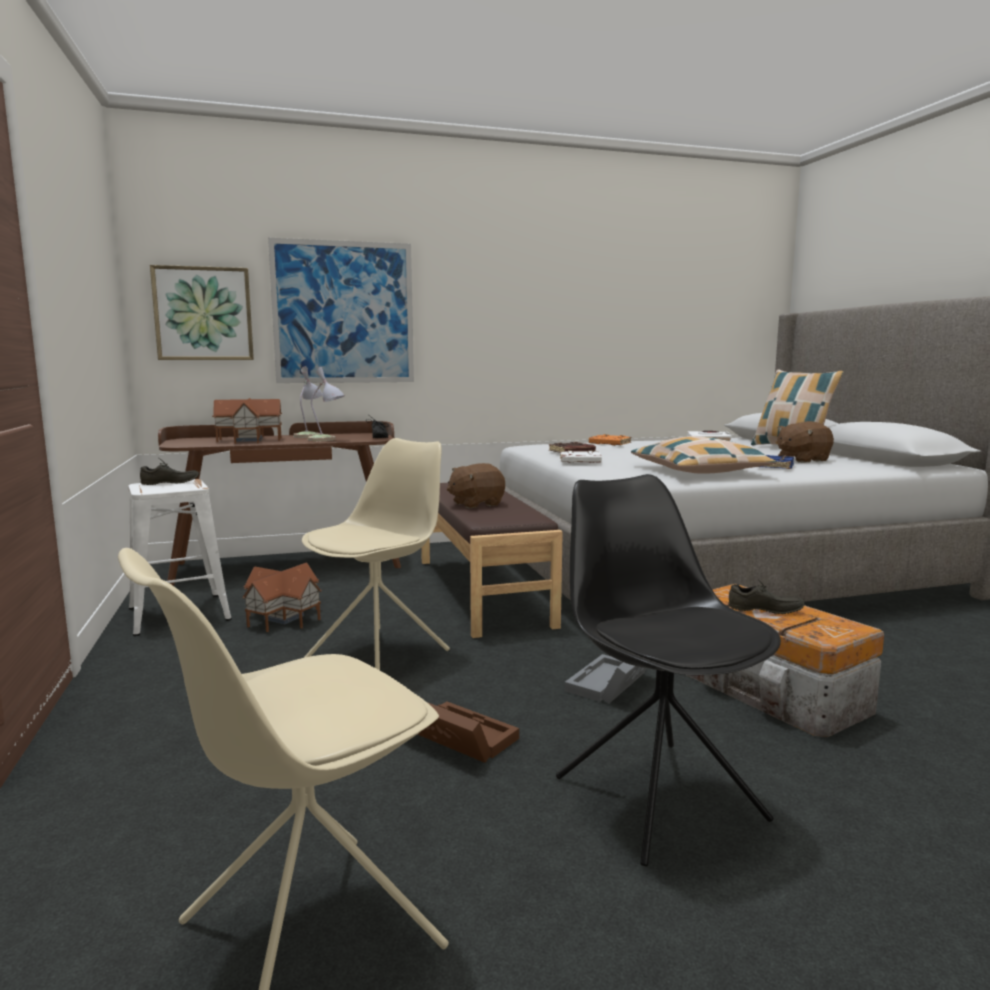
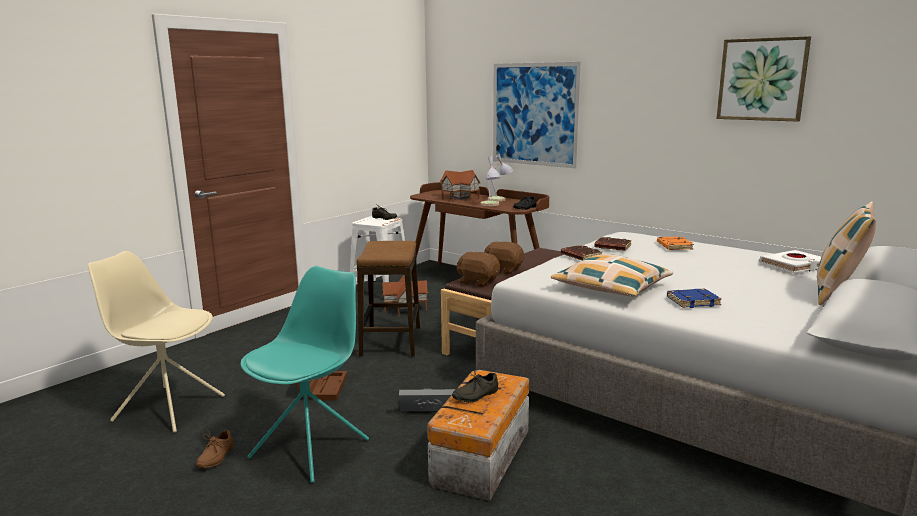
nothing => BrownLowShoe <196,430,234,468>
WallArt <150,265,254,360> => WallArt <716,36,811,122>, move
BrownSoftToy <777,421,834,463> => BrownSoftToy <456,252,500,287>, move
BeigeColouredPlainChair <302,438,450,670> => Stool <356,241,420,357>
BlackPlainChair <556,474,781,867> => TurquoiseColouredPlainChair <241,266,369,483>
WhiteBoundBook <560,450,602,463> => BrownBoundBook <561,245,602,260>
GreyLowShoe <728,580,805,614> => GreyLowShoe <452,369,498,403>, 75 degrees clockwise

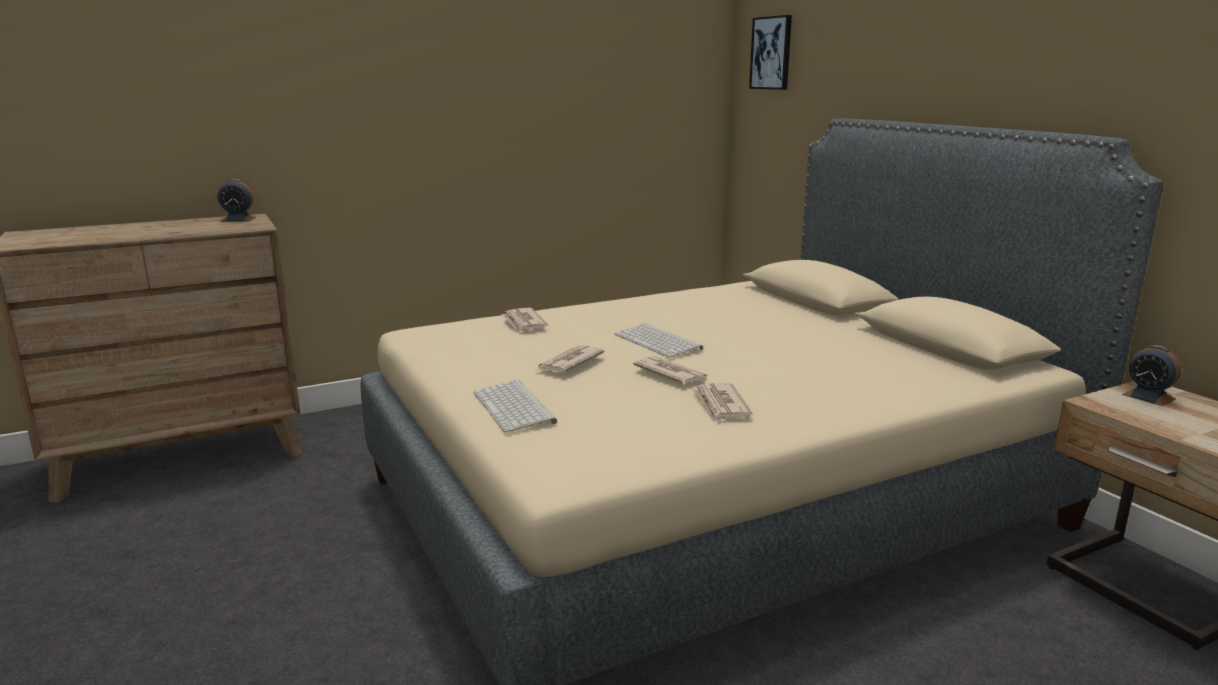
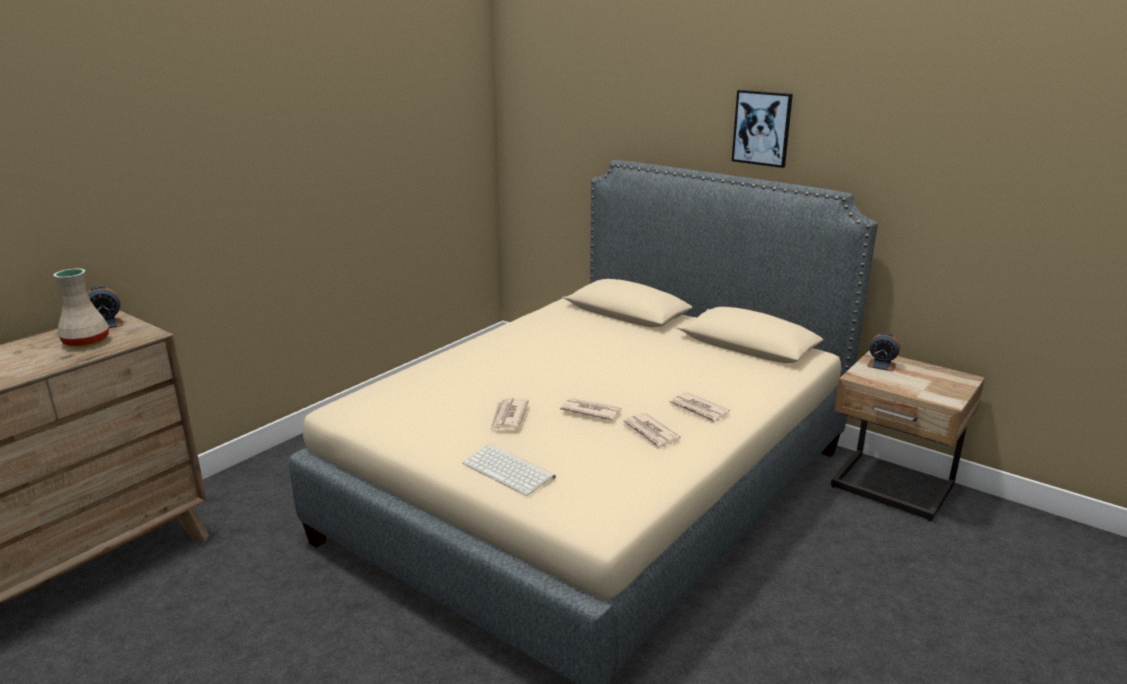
PcKeyboard <615,323,703,358> => nothing
nothing => BeigeColouredVase <54,268,109,348>
DailyPaper <501,308,548,333> => DailyPaper <669,392,730,425>, move
WallArt <749,15,792,90> => WallArt <732,90,793,168>, move

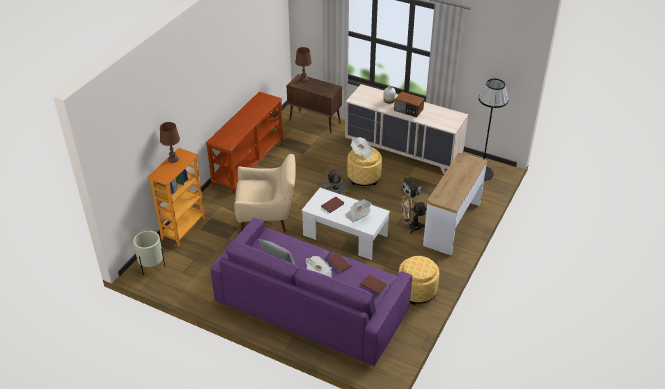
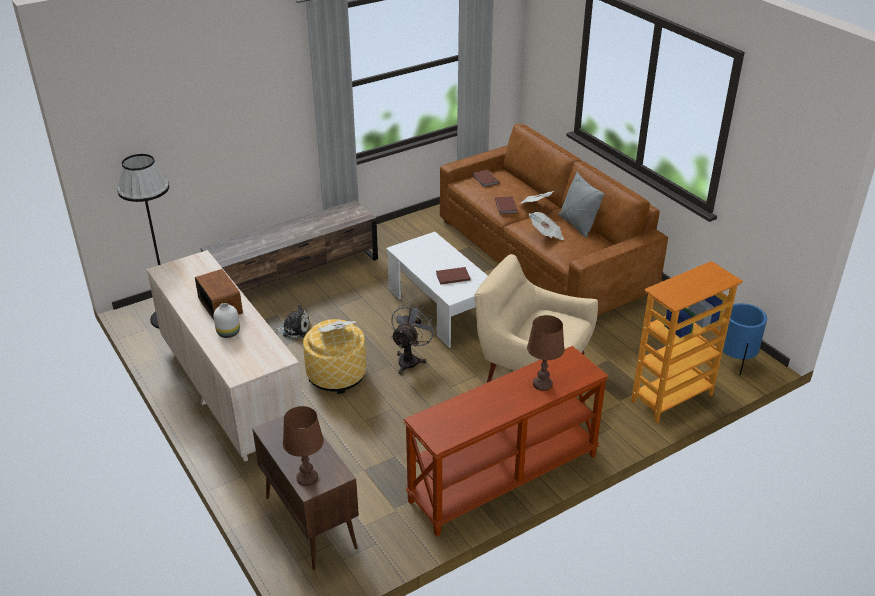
Ottoman <399,256,439,305> => nothing
BeigeColouredElectricFan <401,195,427,234> => nothing
BrownTabletopLamp <160,122,180,163> => BrownTabletopLamp <527,315,565,391>, move
DailyPaper <345,199,371,222> => DailyPaper <529,212,564,240>, move
ConsoleTable <423,153,487,255> => BrownMediaConsole <201,200,378,292>
BeigeColouredPlantPot <133,231,165,275> => BlueColouredPlantPot <723,303,767,375>
PurplishSofa <210,218,412,366> => BrownSofa <440,124,668,316>

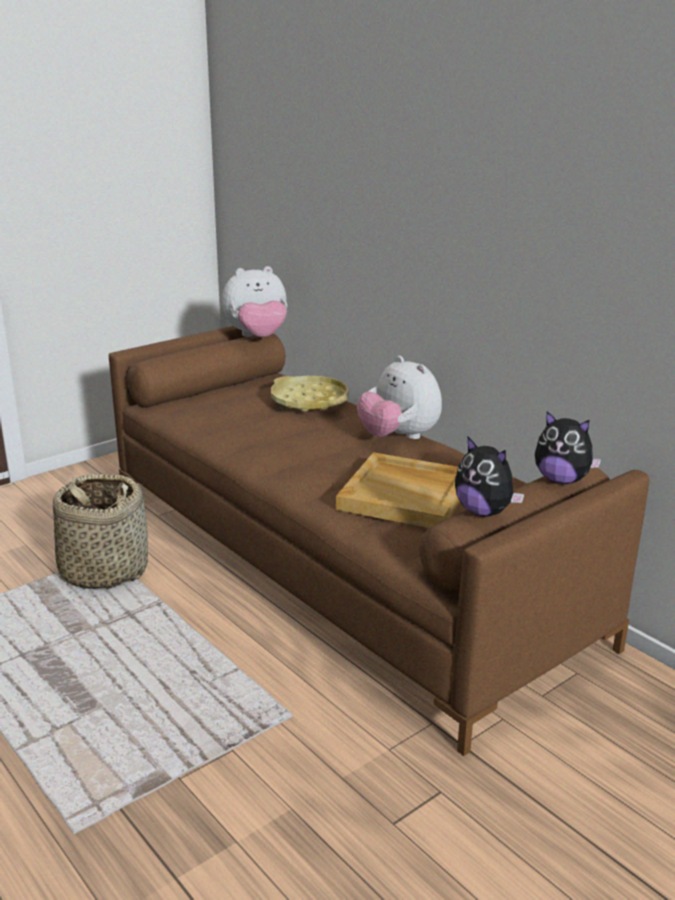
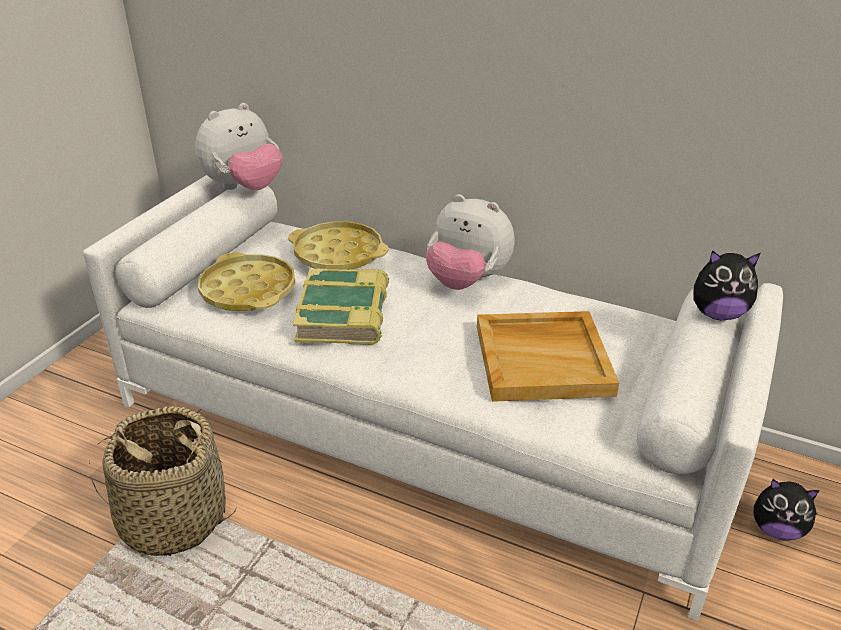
nothing => YellowCarryingTray <198,252,295,311>
nothing => BoundBook <293,268,389,345>
SoftToy <455,437,524,517> => SoftToy <753,479,819,541>, move
BrownSofa <109,326,649,756> => WhiteSofa <83,175,783,621>

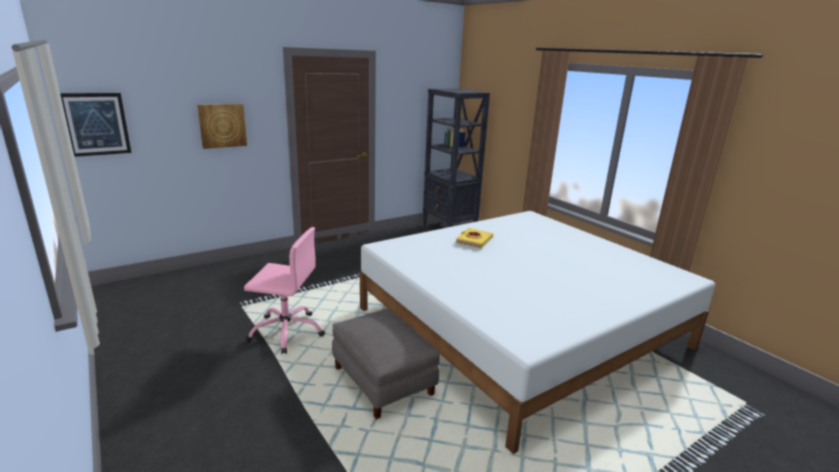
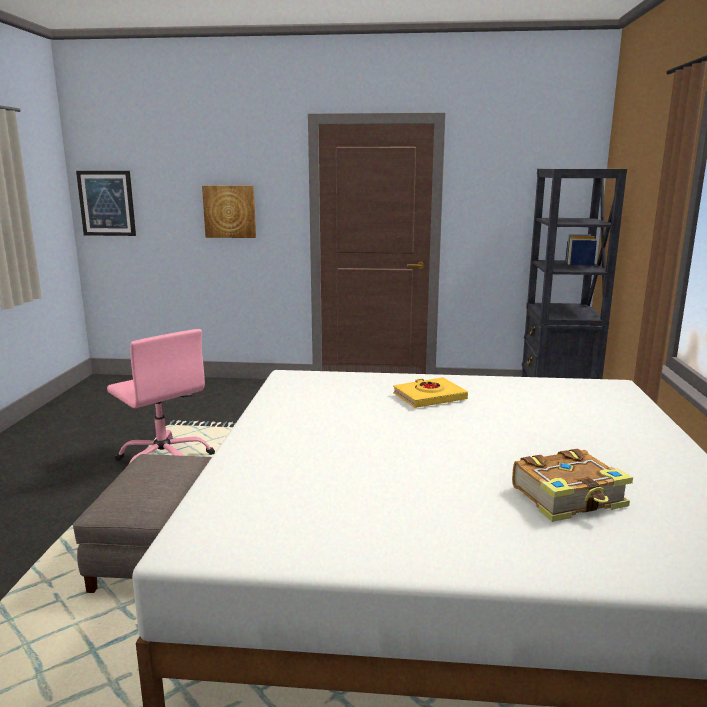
nothing => BoundBook <512,449,633,522>

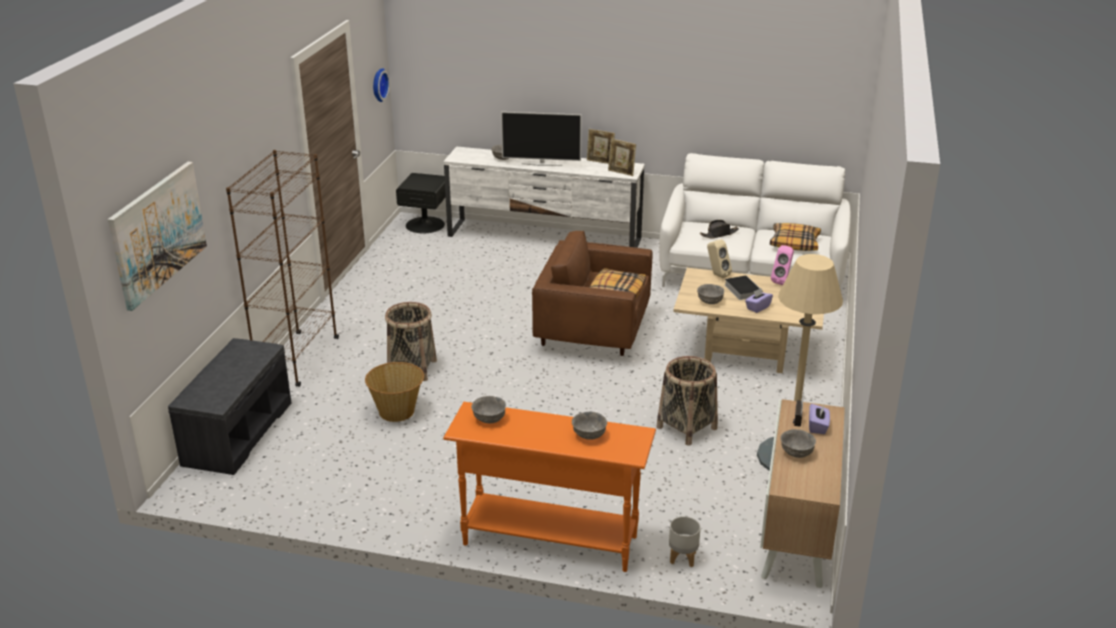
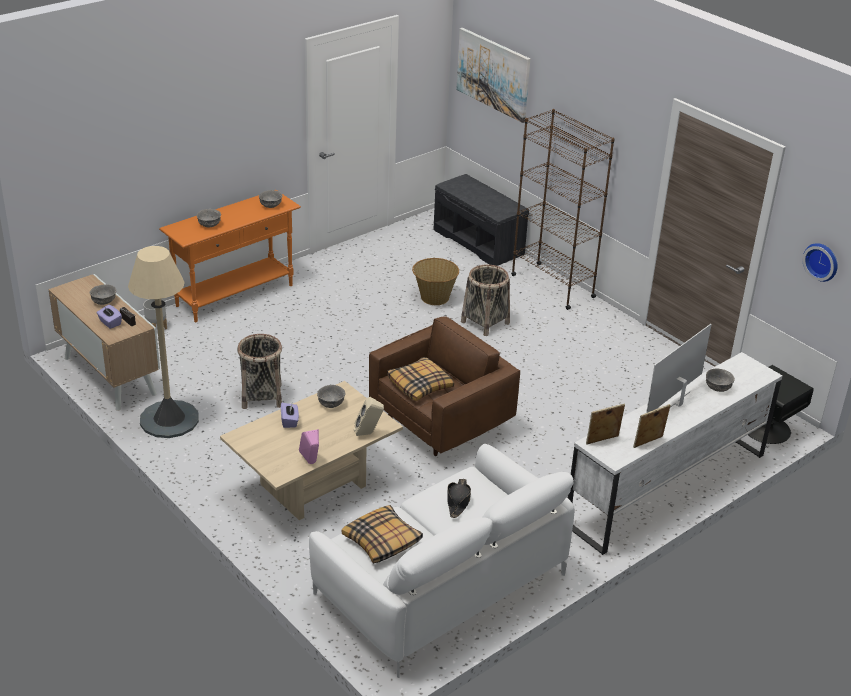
BoundBook <725,275,763,300> => nothing

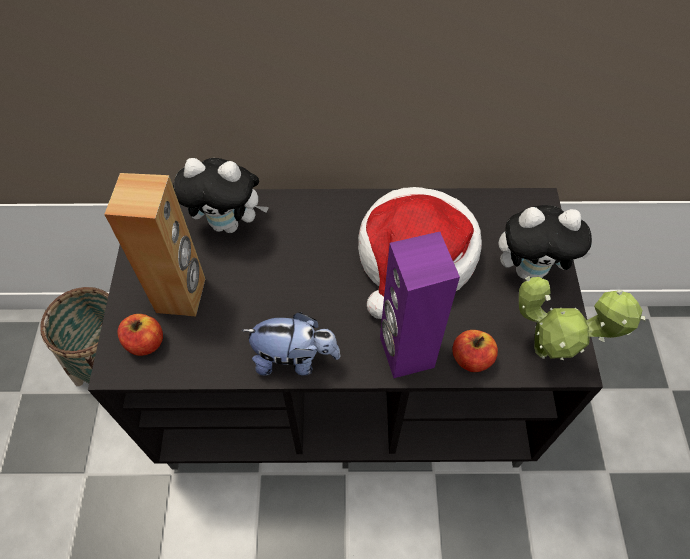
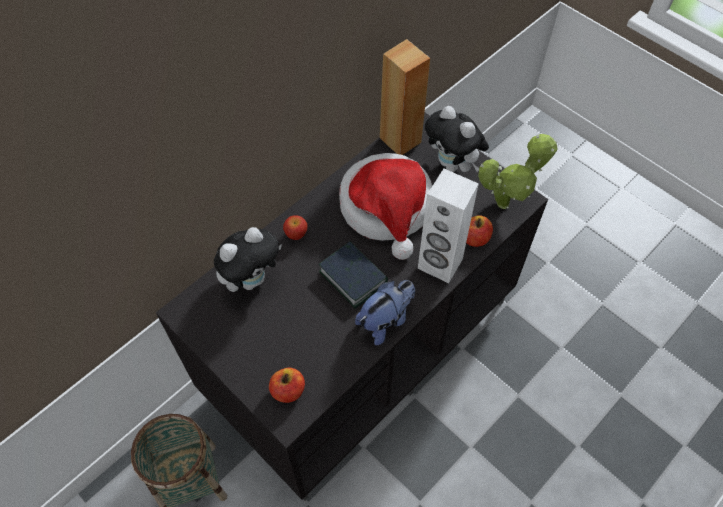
nothing => Apple <283,215,307,240>
nothing => BoundBook <319,241,388,309>
BrownLoudspeaker <104,173,205,317> => BrownLoudspeaker <380,39,430,155>, move
PurplishLoudspeaker <380,232,460,378> => WhiteLoudspeaker <418,169,479,283>
SoftToy <498,205,592,279> => SoftToy <425,106,489,172>, 90 degrees clockwise

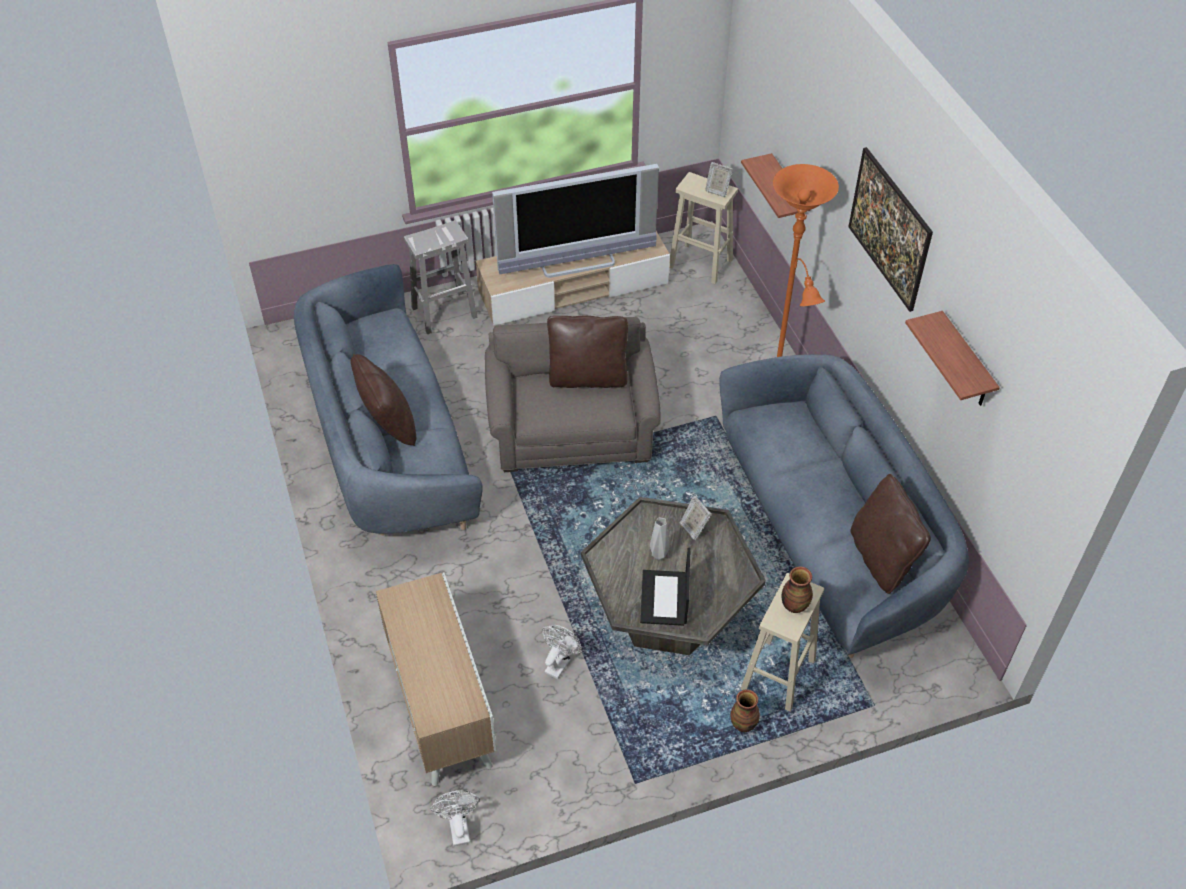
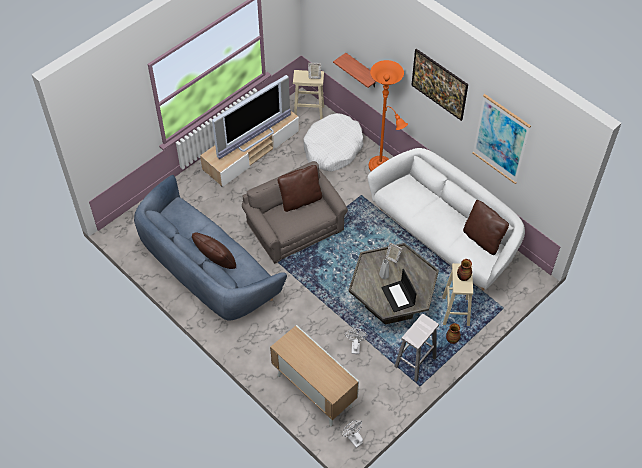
nothing => WhiteDogCushion <303,113,364,171>
WhiteStool <404,220,478,334> => WhiteStool <394,314,439,382>, move
WallShelf <905,311,1000,406> => WallArt <472,94,531,184>
BlueColouredSofa <719,354,969,658> => WhiteSofa <368,148,525,291>

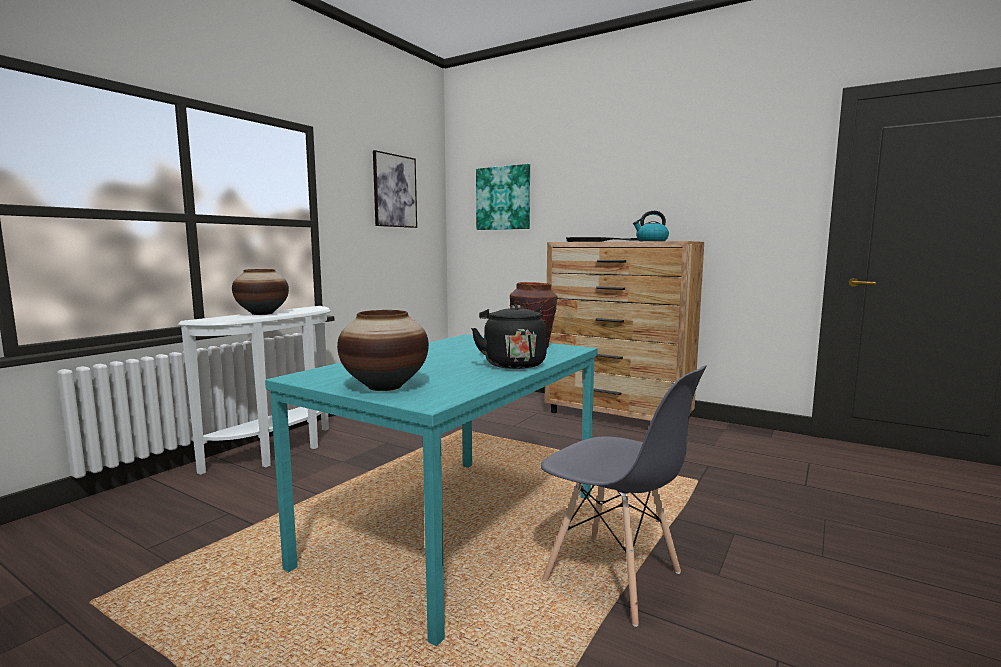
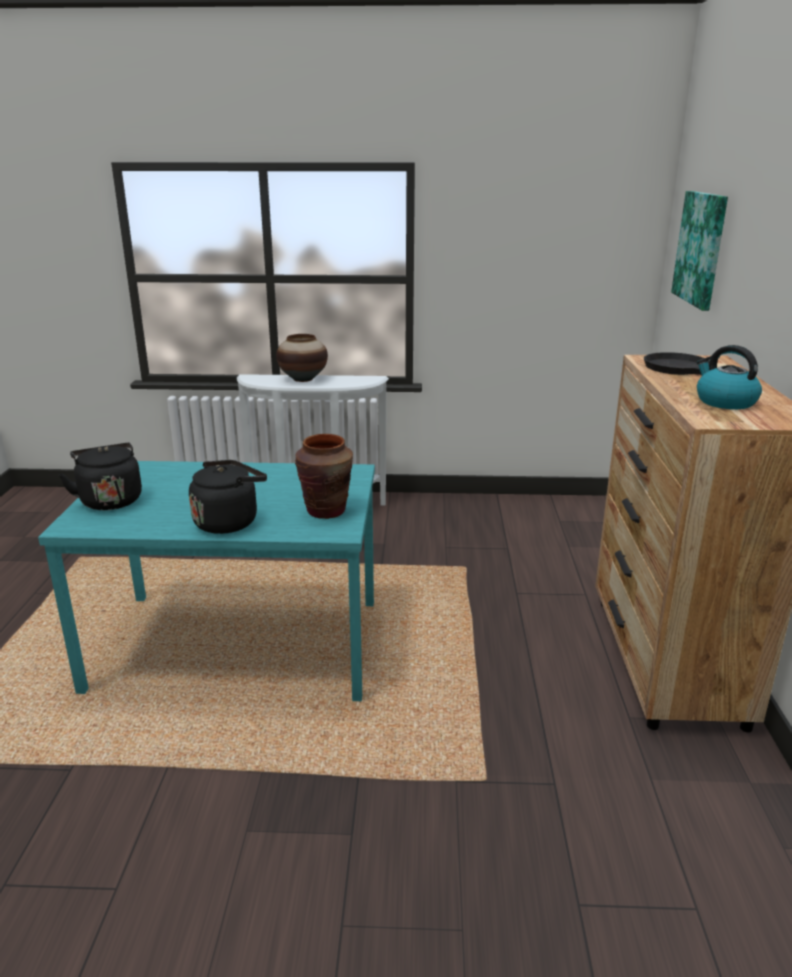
WallArt <373,150,417,228> => nothing
GreyPlainChair <541,365,707,627> => nothing
Vase <337,310,429,391> => BlackTeaKettle <59,443,142,510>

